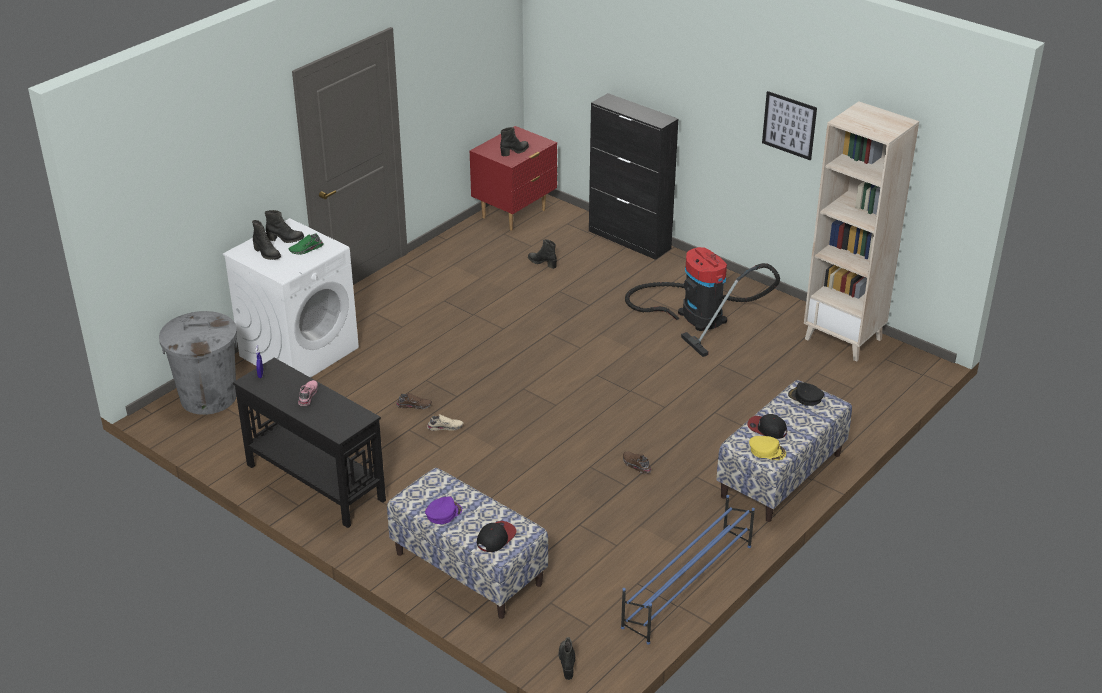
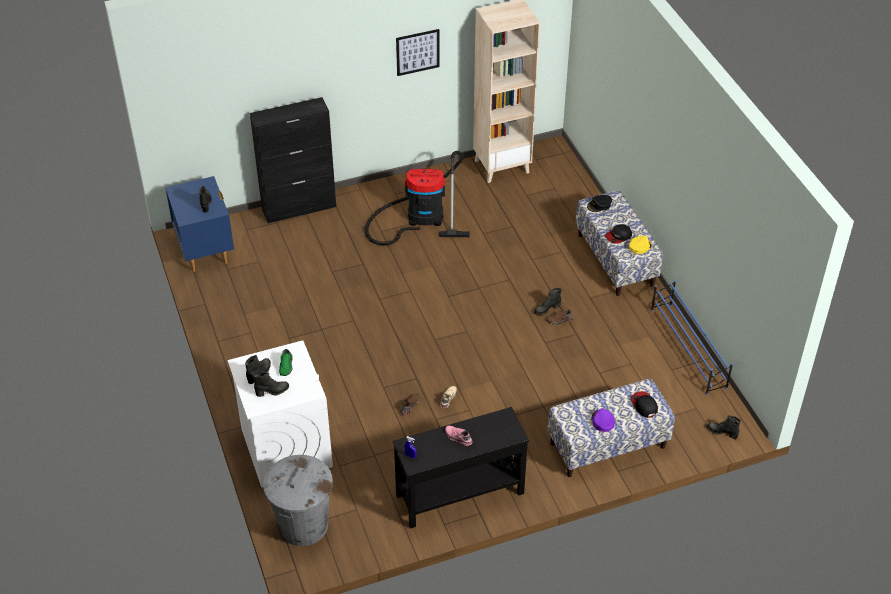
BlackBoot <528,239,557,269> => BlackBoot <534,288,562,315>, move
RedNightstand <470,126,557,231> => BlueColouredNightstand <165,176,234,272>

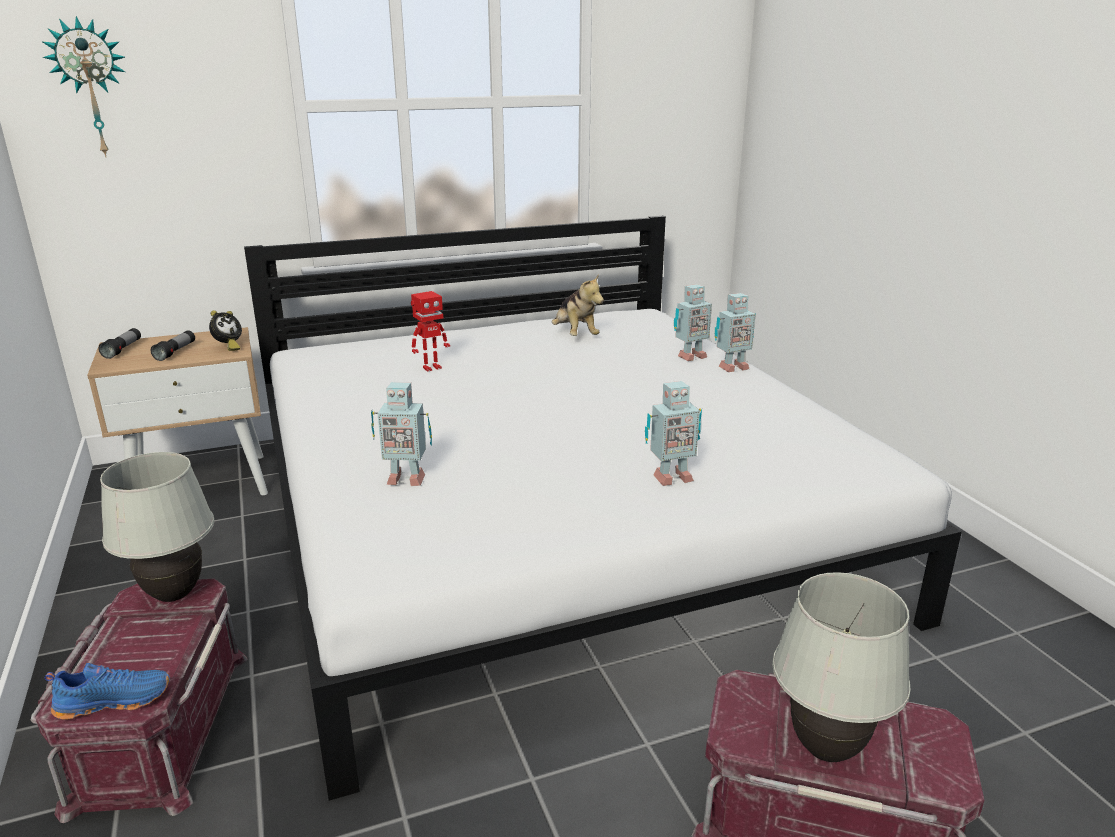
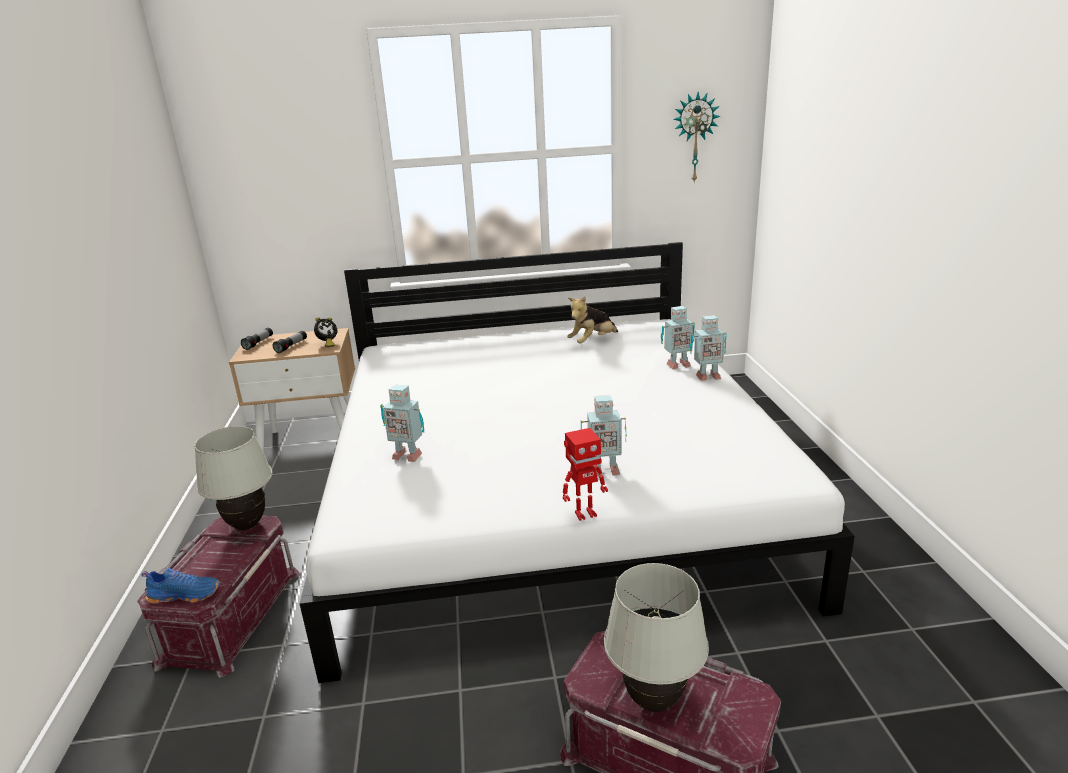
WallClock <42,16,125,158> => WallClock <673,92,720,184>, move
ToyRobot <411,291,450,372> => ToyRobot <563,428,608,521>, move
SoftToy <552,274,604,336> => SoftToy <567,296,618,344>, 60 degrees clockwise

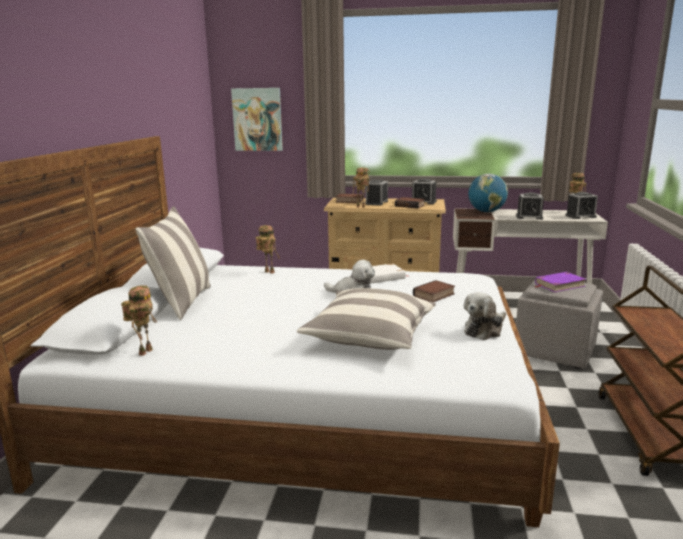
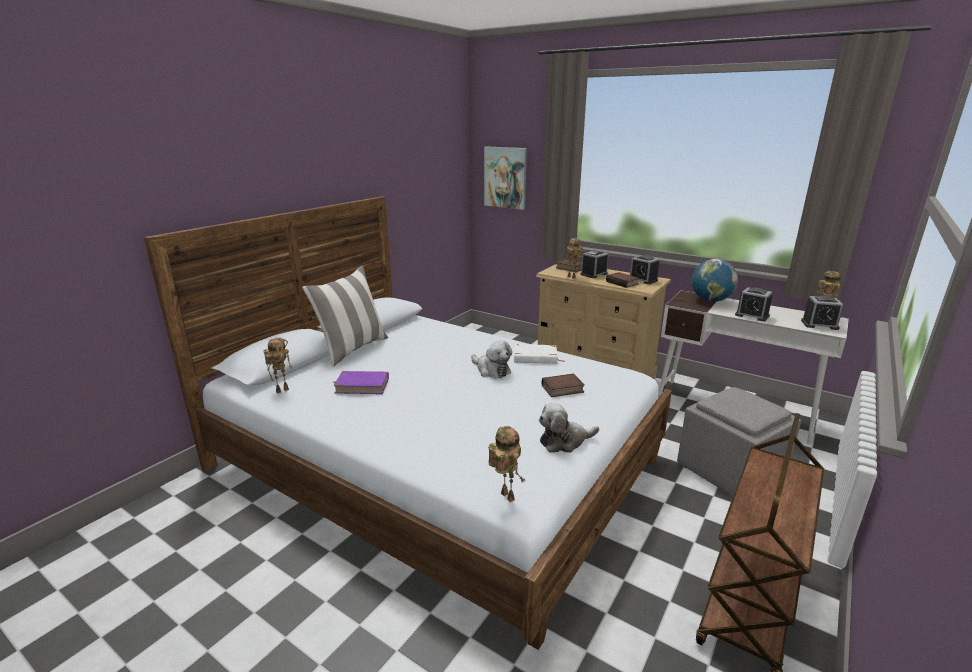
Pillow <297,288,436,350> => nothing
ToyRobot <256,225,280,274> => ToyRobot <488,426,526,502>, move
PurplishBoundBook <535,272,587,292> => PurplishBoundBook <333,371,389,394>, move

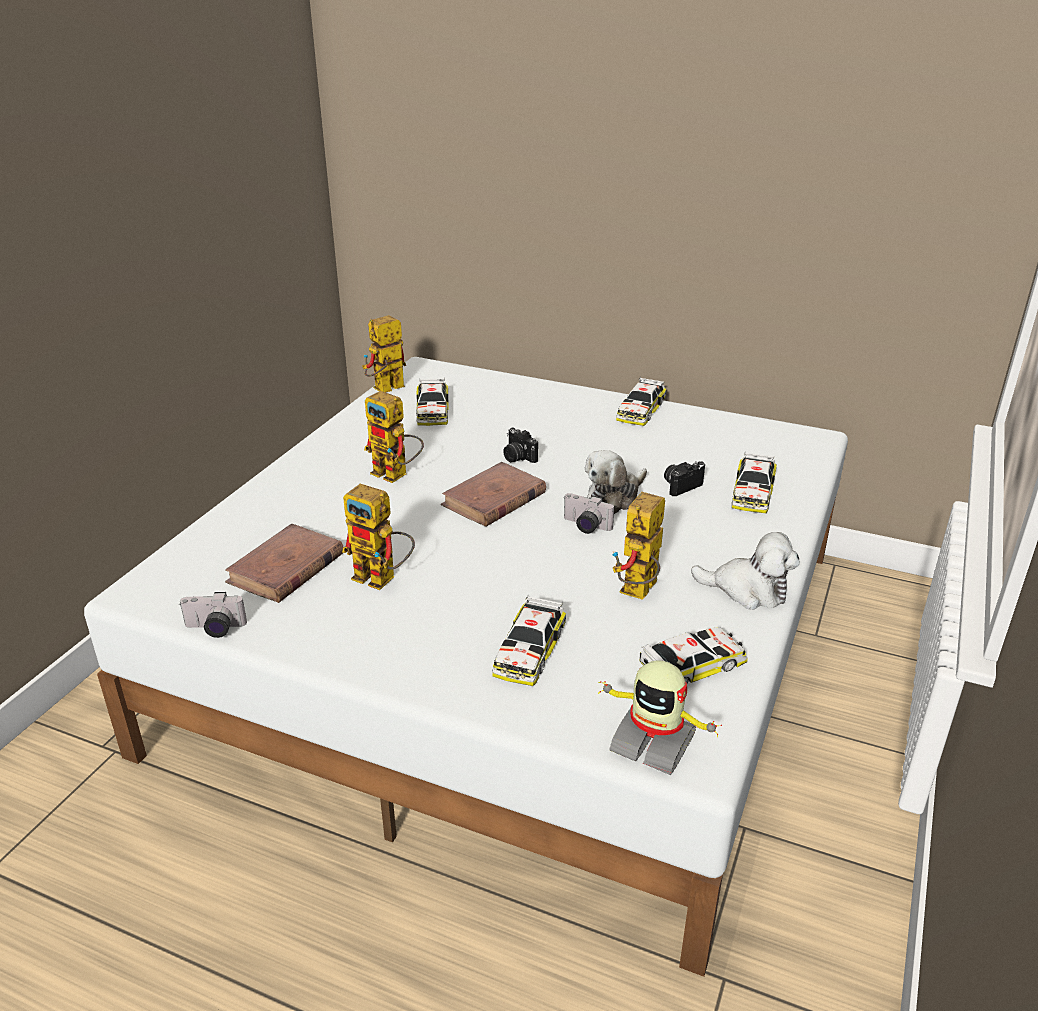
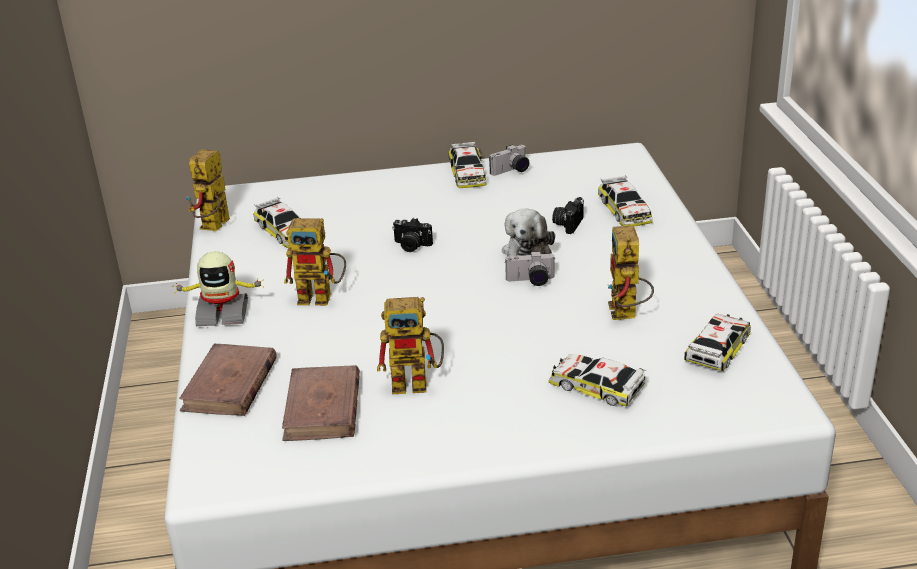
SoftToy <691,532,800,610> => nothing
PhotoCamera <179,592,247,638> => PhotoCamera <489,145,529,176>, move
BrownBoundBook <441,462,546,527> => BrownBoundBook <179,344,277,416>, move
ToyRobot <598,660,722,775> => ToyRobot <172,251,265,326>, move
ModelCar <492,595,566,686> => ModelCar <549,354,646,406>, 135 degrees clockwise

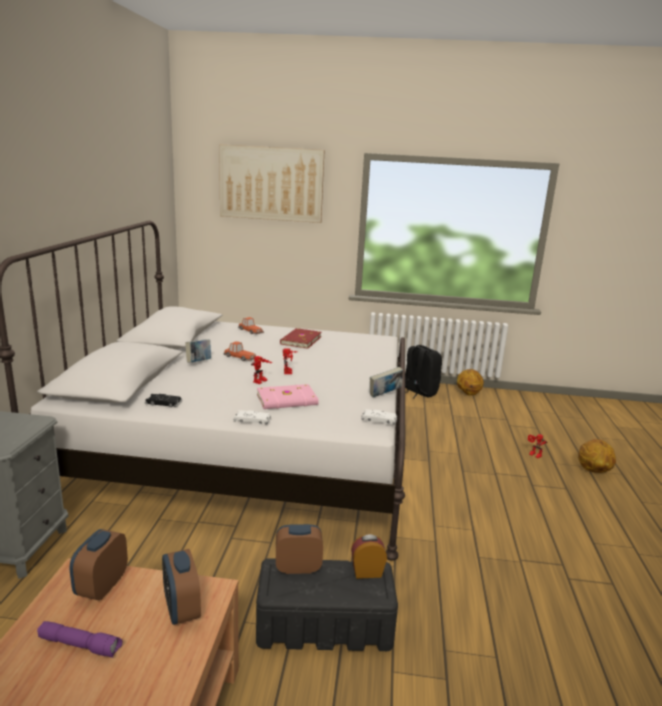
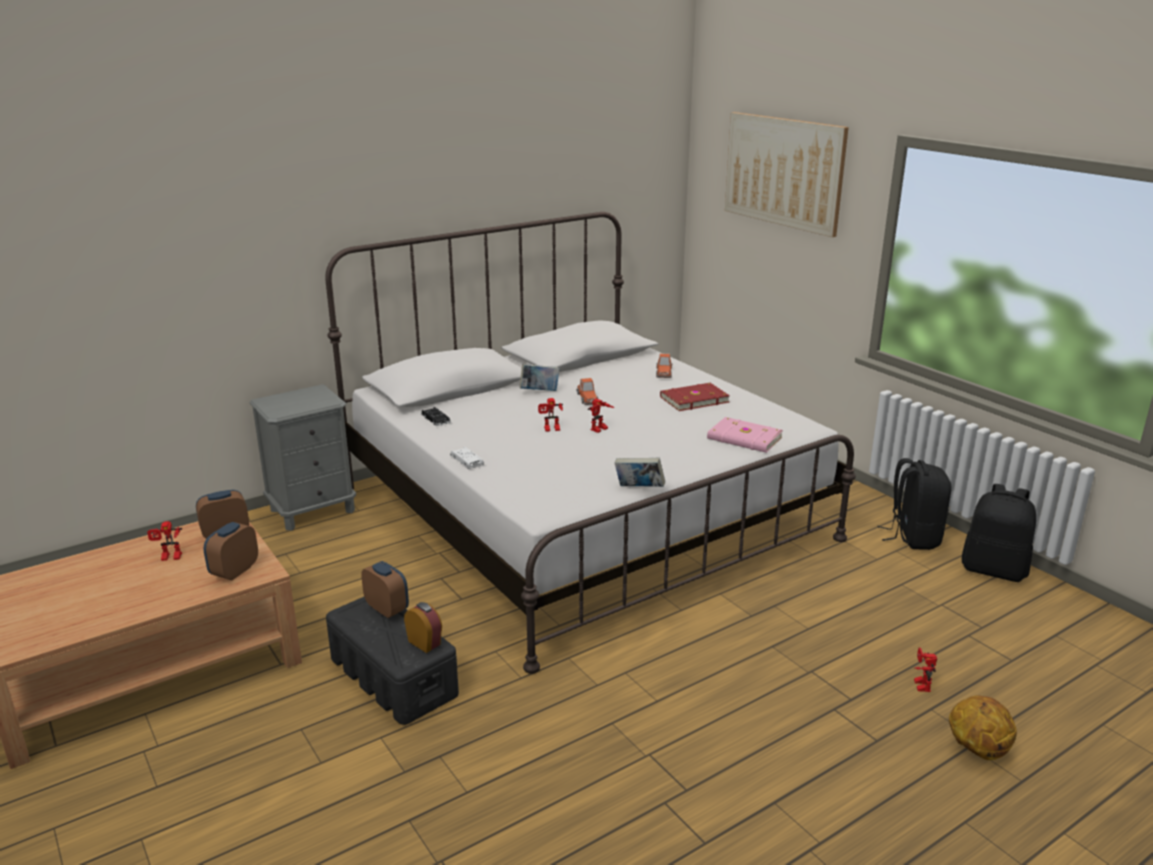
WhiteModelCar <361,409,397,424> => nothing
PinkBoundBook <257,384,319,409> => PinkBoundBook <707,417,783,453>, move
PurplishHandTorch <37,621,122,658> => ToyRobot <147,521,182,561>
BasketballBall <457,369,484,396> => BlackKnapsack <962,484,1036,582>

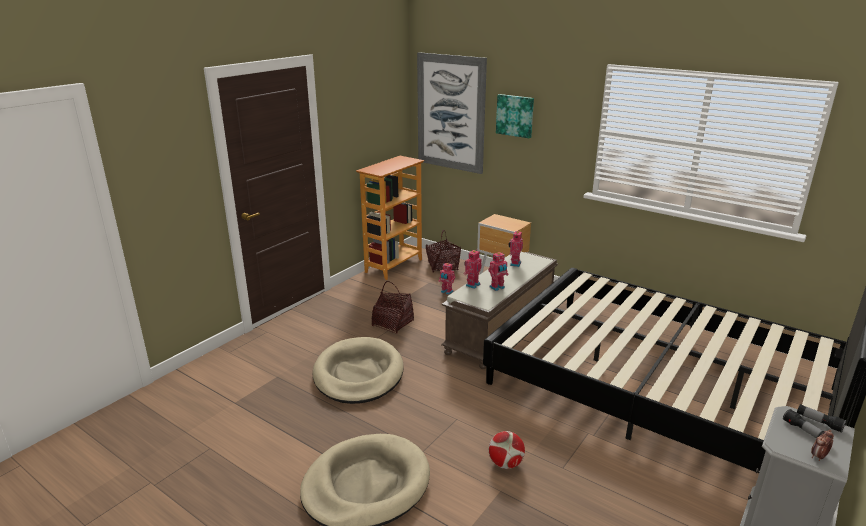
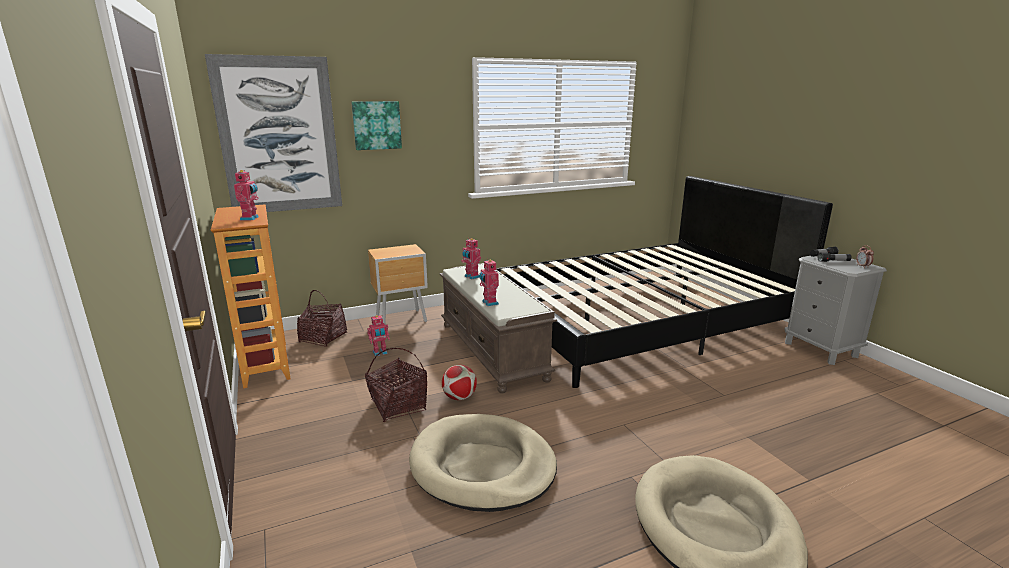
ToyRobot <488,252,509,291> => ToyRobot <234,170,259,220>, move
Football <489,431,525,469> => Football <442,365,477,400>, move

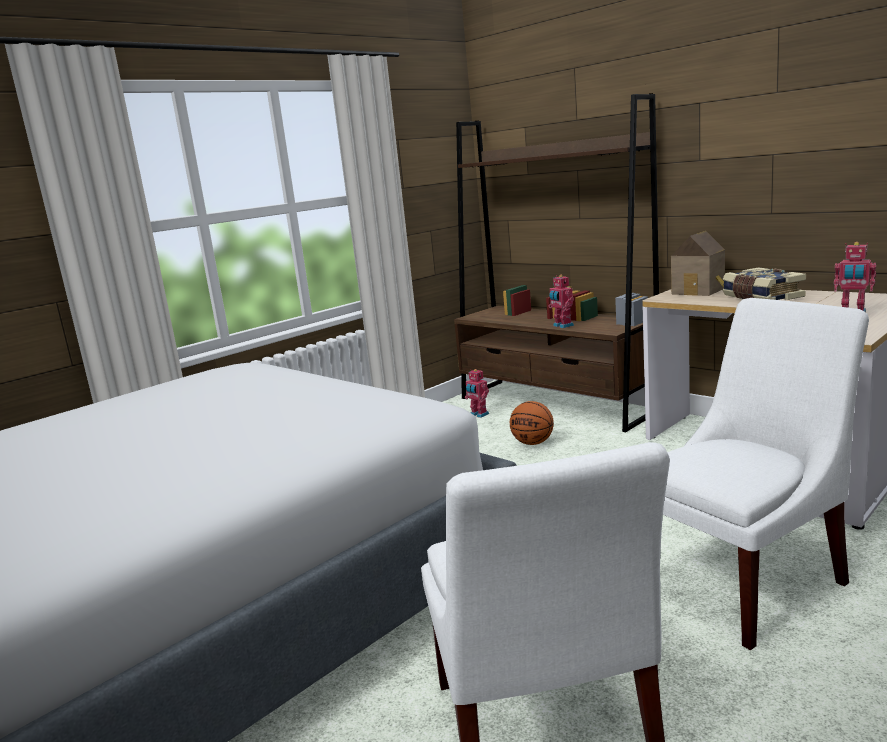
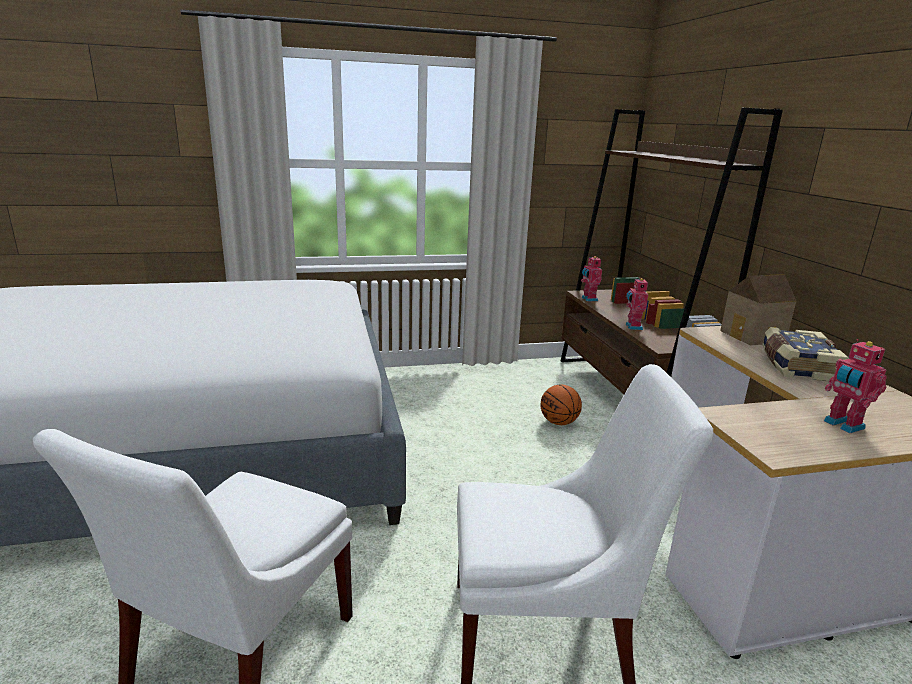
ToyRobot <465,369,489,418> => ToyRobot <581,255,602,302>, move

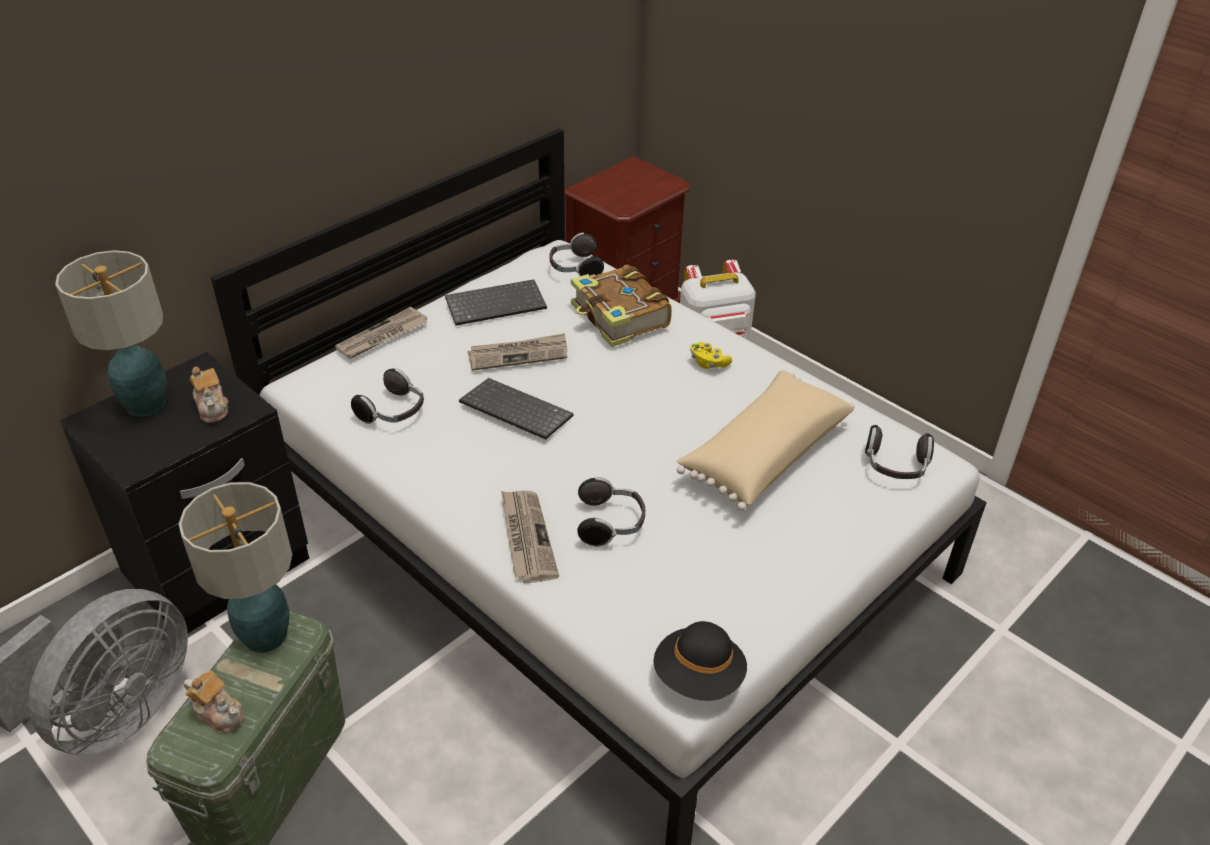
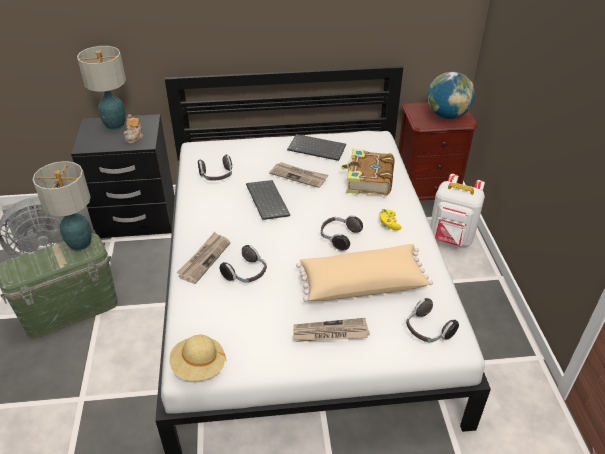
TeaPot <184,671,244,733> => nothing
nothing => DeskGlobe <427,72,475,119>
DailyPaper <335,306,427,359> => DailyPaper <293,318,370,342>, move
Headset <550,232,604,276> => Headset <321,215,363,251>, move
BlackClothingHat <653,621,747,701> => BeigeColouredClothingHat <169,335,226,381>

